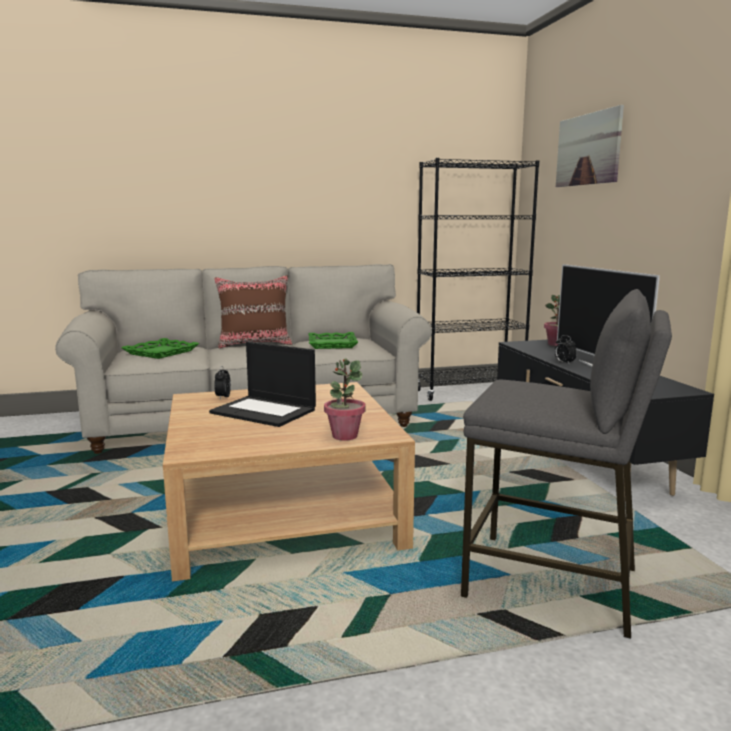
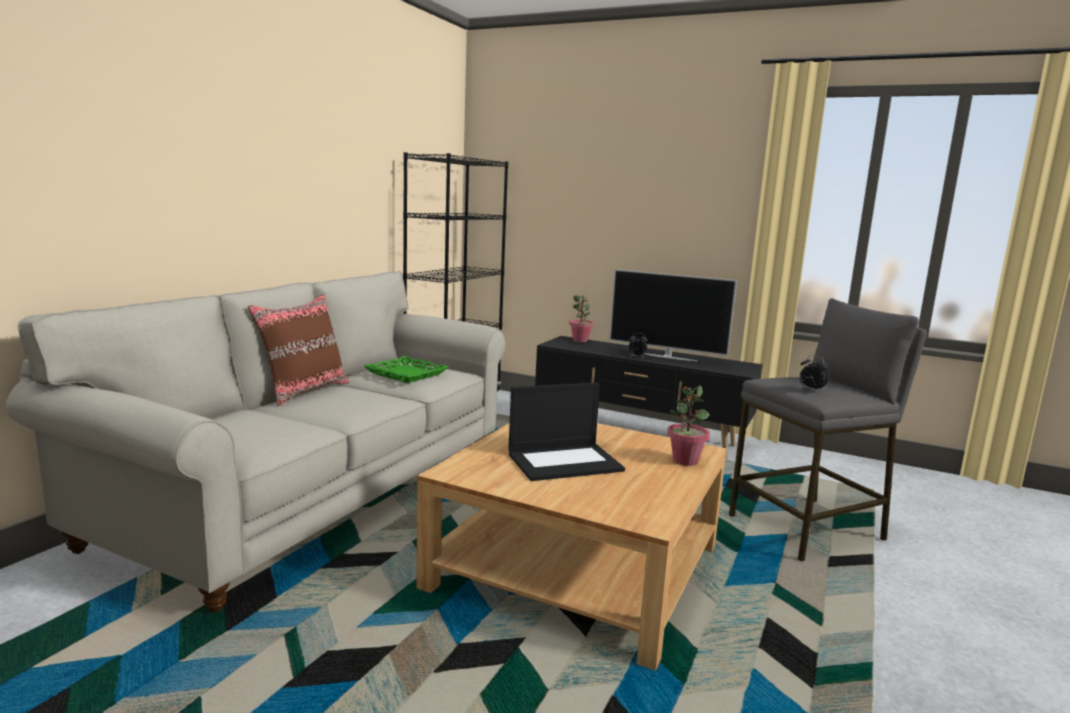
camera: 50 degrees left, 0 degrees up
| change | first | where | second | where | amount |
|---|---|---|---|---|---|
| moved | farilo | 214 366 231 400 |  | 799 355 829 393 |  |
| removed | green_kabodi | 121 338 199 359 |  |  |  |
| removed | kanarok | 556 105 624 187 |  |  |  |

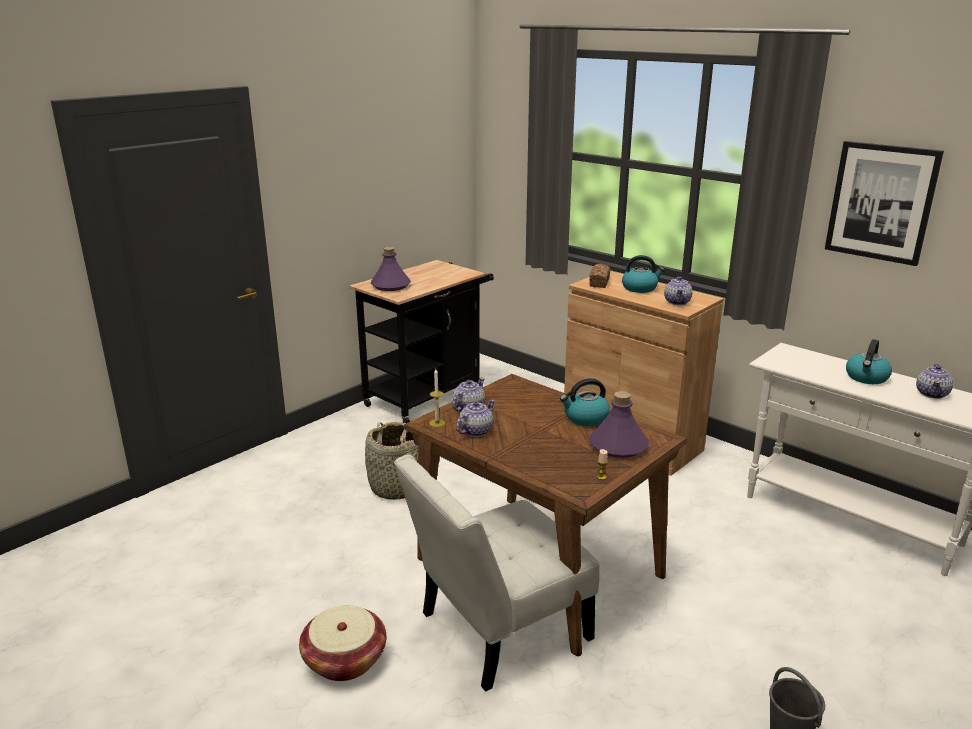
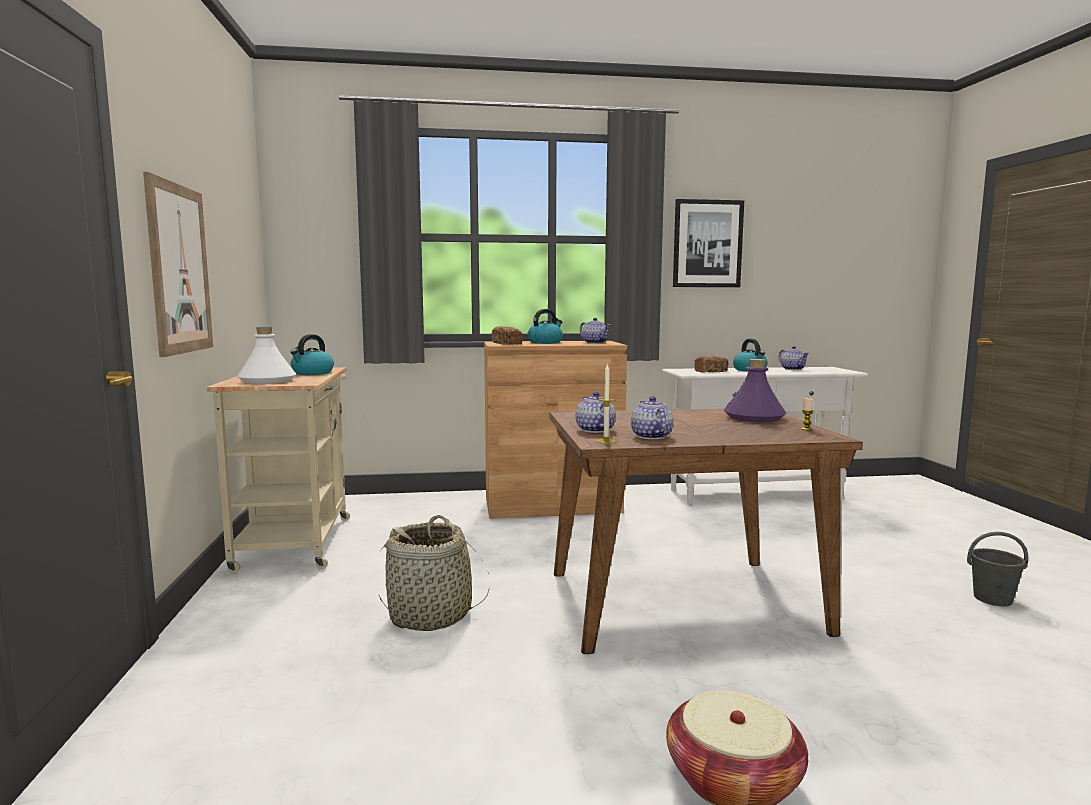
camera: 50 degrees left, 15 degrees down
| change | first | where | second | where | amount |
|---|---|---|---|---|---|
| added |  |  | kanarok | 143 172 213 357 |  |
| recoloured | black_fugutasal | 350 260 494 423 | beige_fugutasal | 207 367 350 573 |  |
| recoloured | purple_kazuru | 371 247 411 291 | white_kazuru | 237 327 296 384 |  |
| moved | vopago | 560 378 610 426 |  | 290 334 334 375 |  |
| added |  |  | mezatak | 694 356 729 373 |  |
| removed | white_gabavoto | 394 454 600 692 |  |  |  |

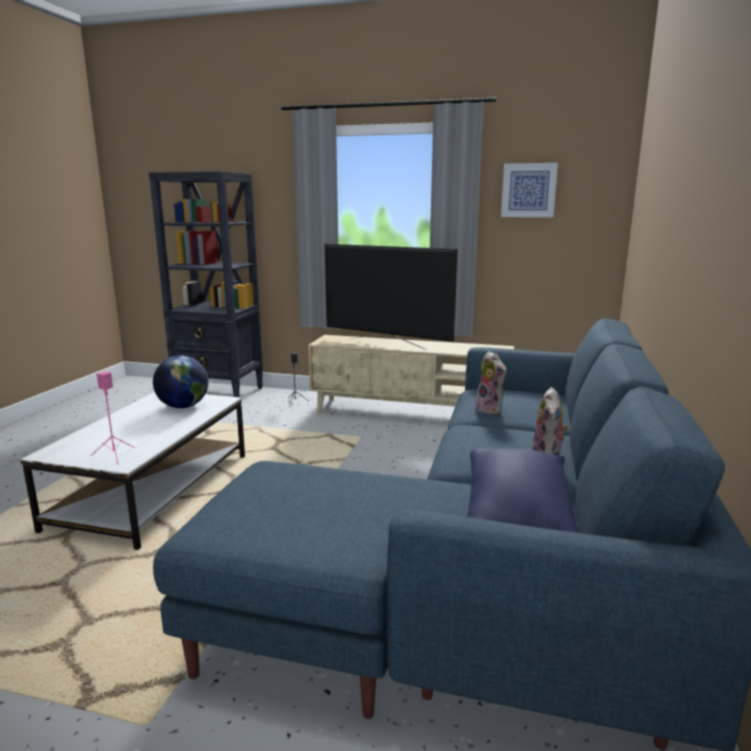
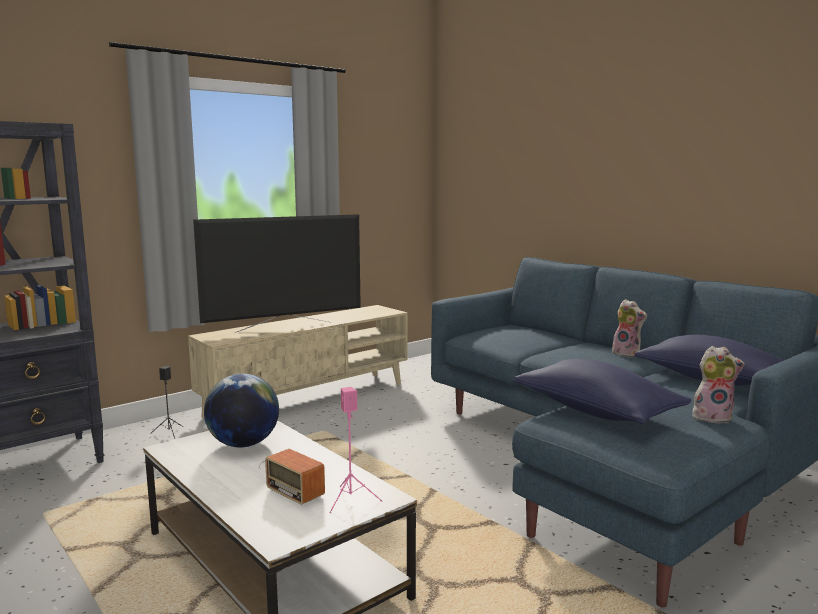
camera: 55 degrees left, 5 degrees down
| change | first | where | second | where | amount |
|---|---|---|---|---|---|
| added |  |  | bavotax | 259 449 325 505 |  |
| added |  |  | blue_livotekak | 513 359 691 424 |  |
| moved | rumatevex | 475 351 507 415 |  | 692 346 745 423 |  |
| removed | kanarok | 501 163 558 217 |  |  |  |

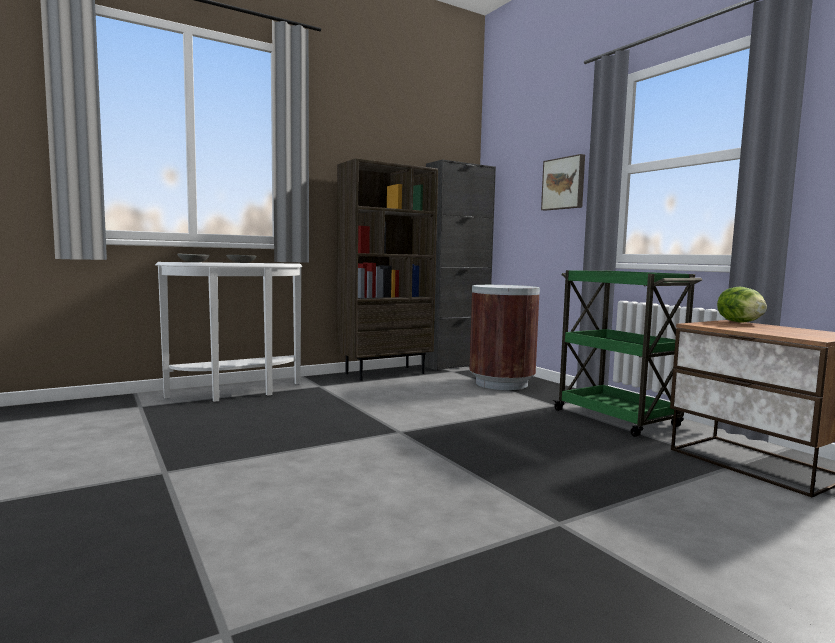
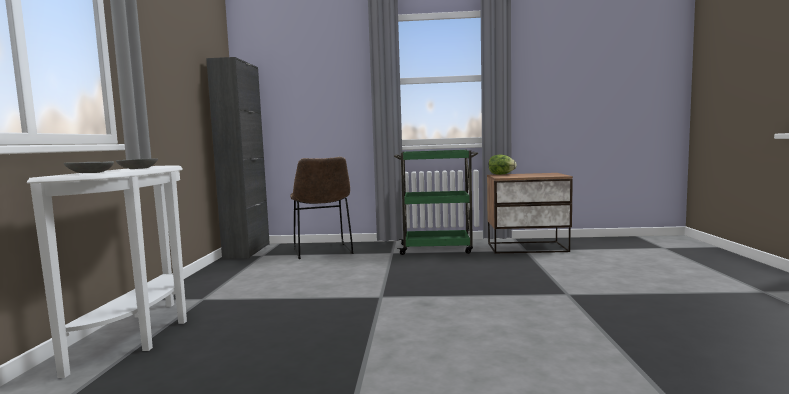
camera: 55 degrees left, 0 degrees up
| change | first | where | second | where | amount |
|---|---|---|---|---|---|
| replaced | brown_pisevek | 469 285 540 390 | brown_gabavoto | 290 157 353 259 |  |
| removed | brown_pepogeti | 337 158 438 381 |  |  |  |
| removed | kanarok | 541 154 585 211 |  |  |  |

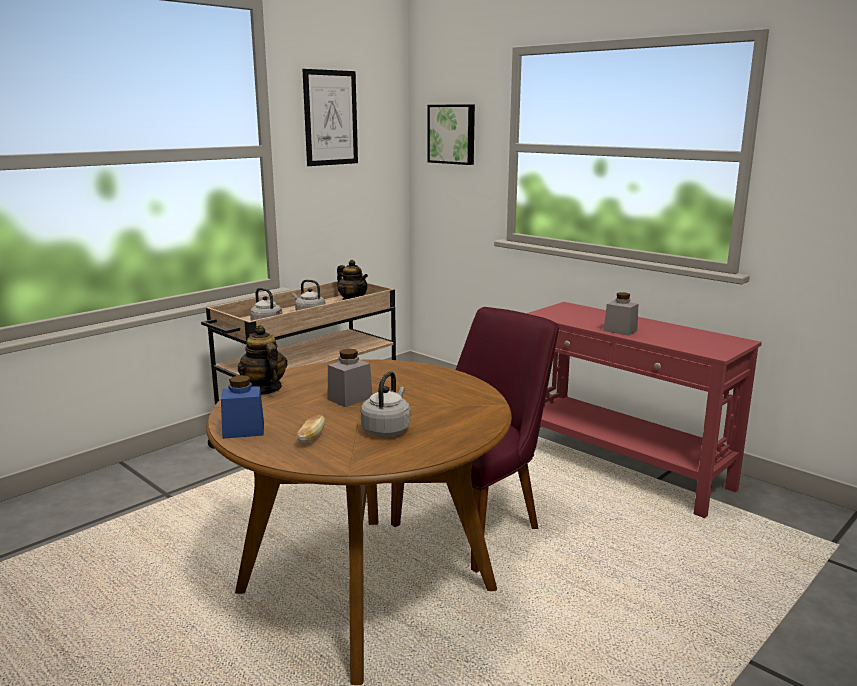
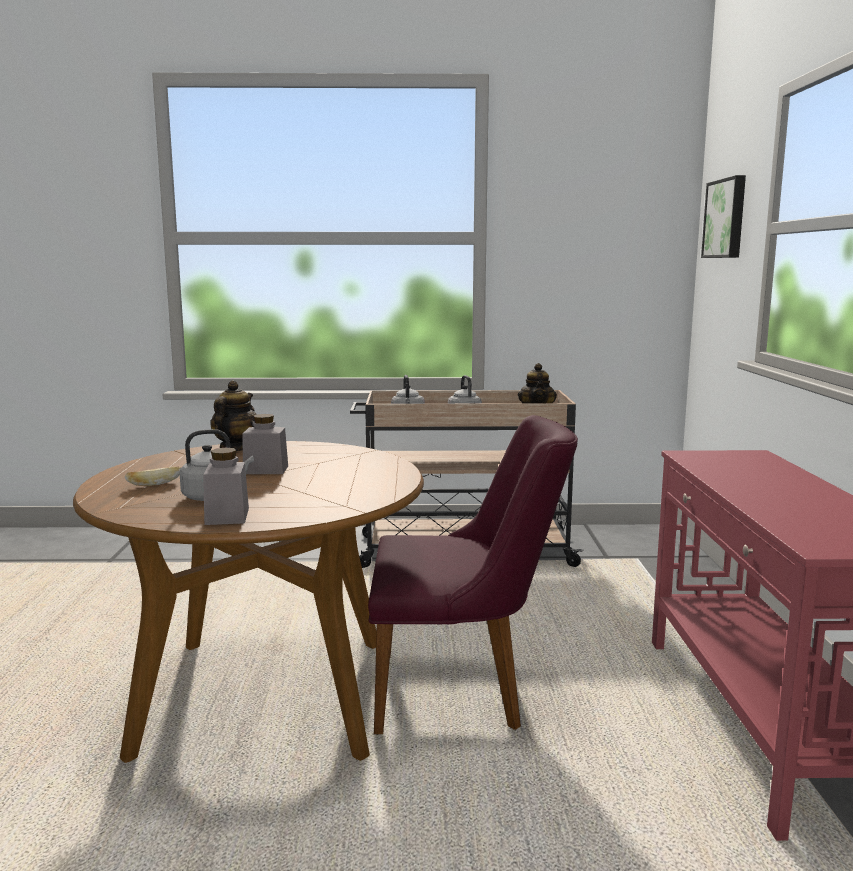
camera: 45 degrees right, 5 degrees down
| change | first | where | second | where | amount |
|---|---|---|---|---|---|
| moved | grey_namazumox | 603 292 638 336 |  | 203 448 249 525 |  |
| removed | blue_namazumox | 221 375 264 439 |  |  |  |
| removed | kanarok | 302 69 358 166 |  |  |  |

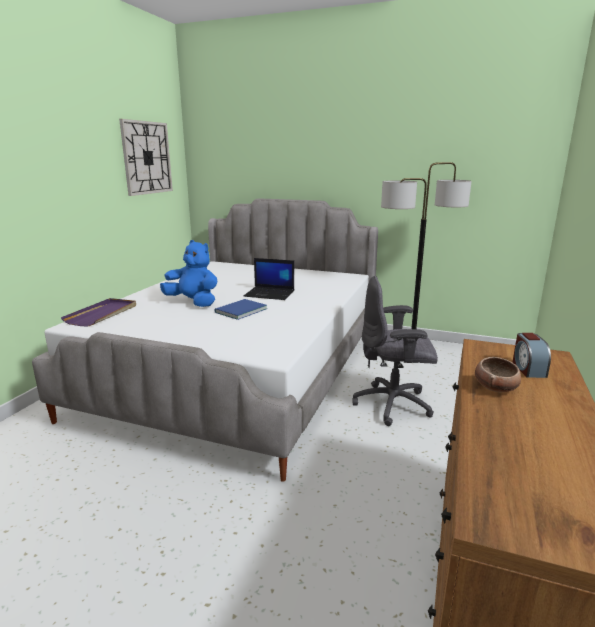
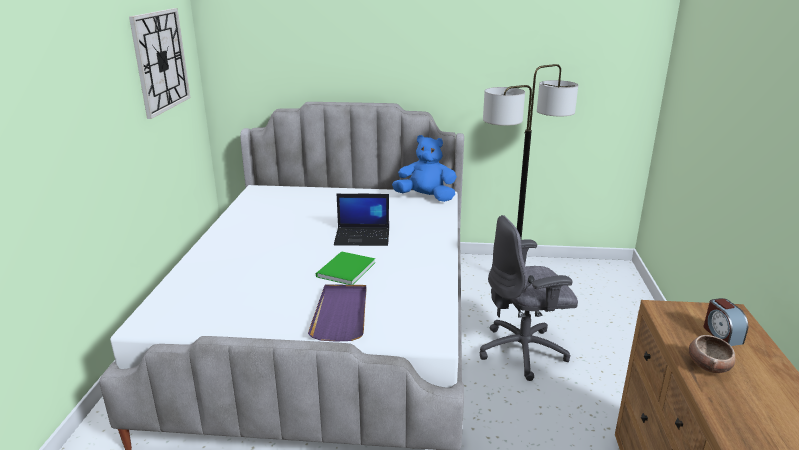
camera: 15 degrees left, 5 degrees up
| change | first | where | second | where | amount |
|---|---|---|---|---|---|
| moved | purple_kabodi | 61 298 136 327 |  | 308 285 366 341 |  |
| recoloured | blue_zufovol | 214 299 267 320 | green_zufovol | 316 251 375 285 |  |
| moved | blue_rumatevex | 160 240 217 307 |  | 392 135 457 202 |  |

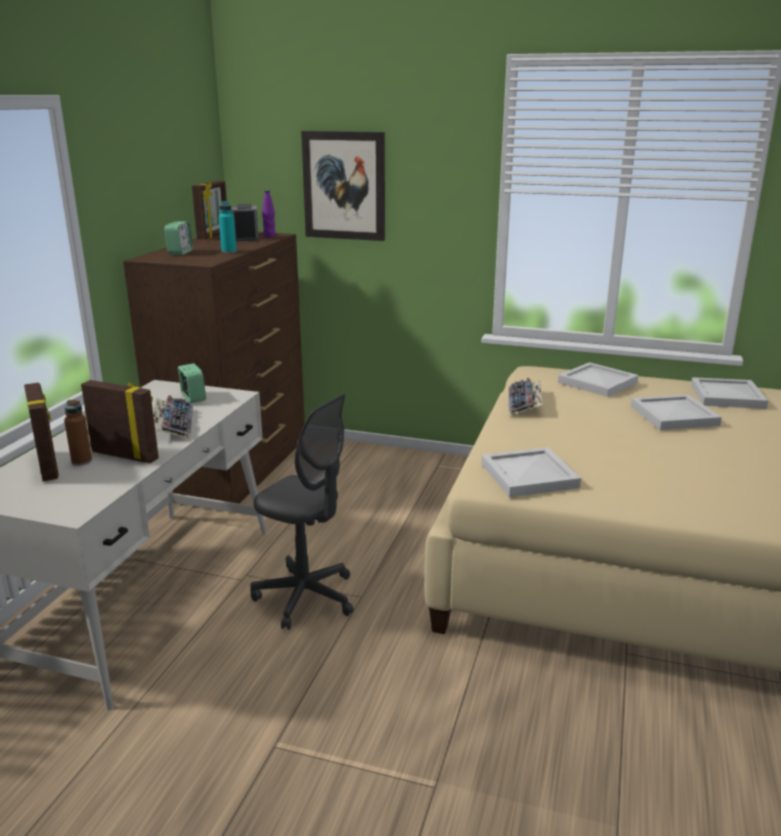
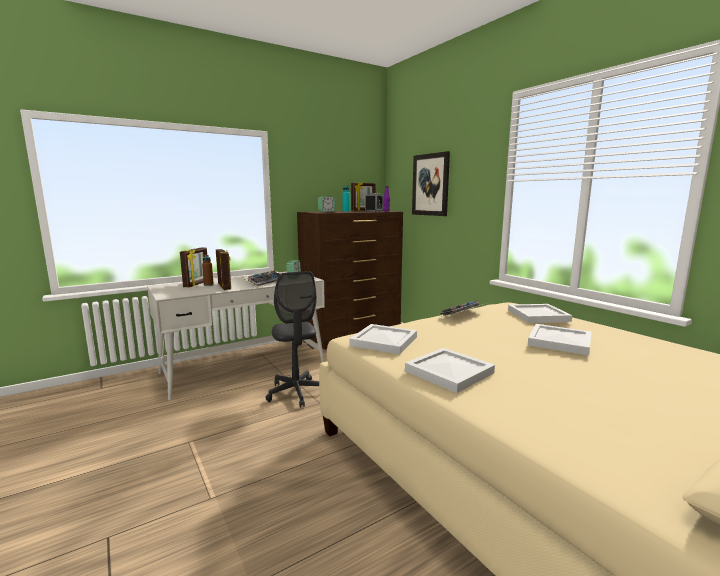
camera: 40 degrees right, 10 degrees down
| change | first | where | second | where | amount |
|---|---|---|---|---|---|
| moved | white_kabodi | 691 377 768 409 |  | 405 348 495 393 |  |

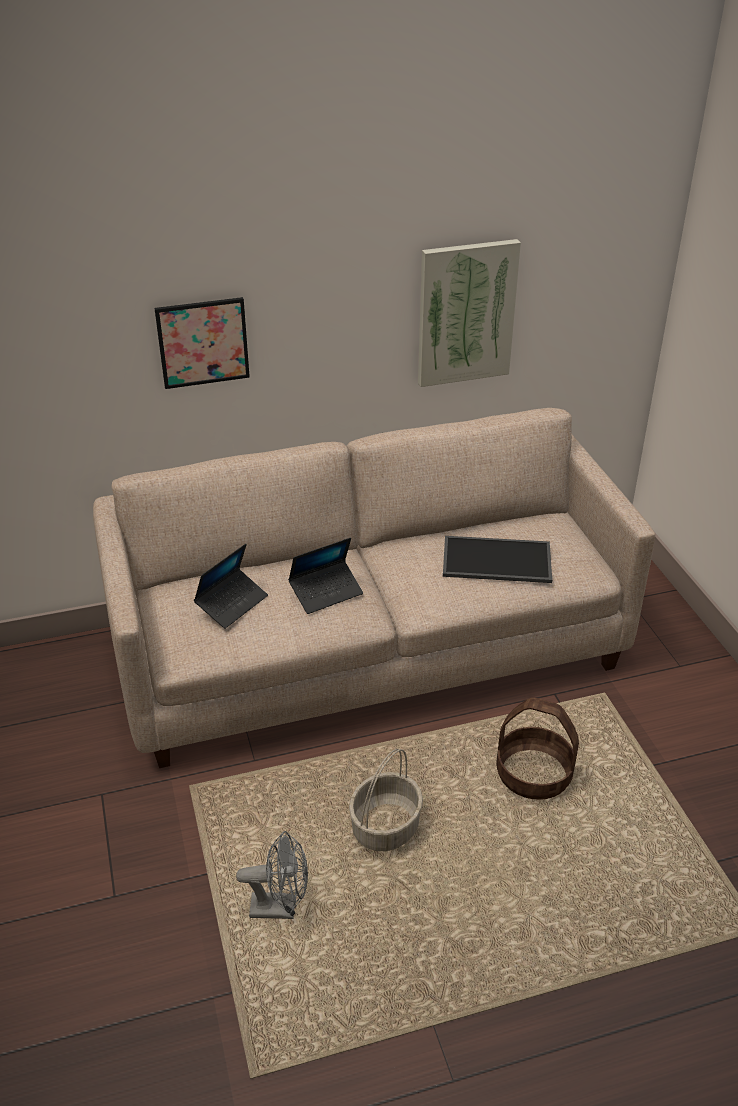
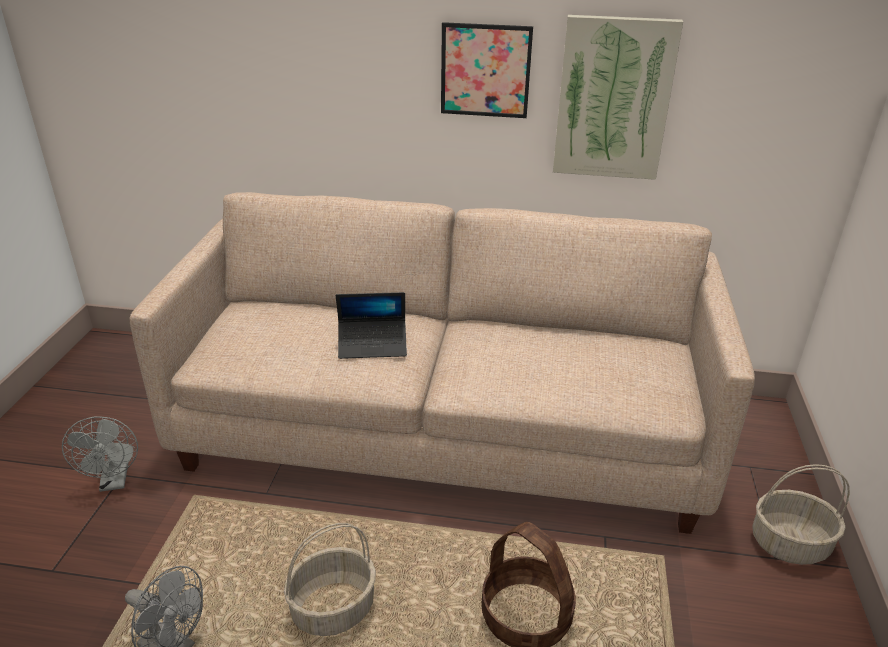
camera: 25 degrees right, 5 degrees down
| change | first | where | second | where | amount |
|---|---|---|---|---|---|
| added |  |  | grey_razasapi | 62 416 138 492 |  |
| moved | kanarok | 154 297 250 389 |  | 441 22 533 118 |  |
| added |  |  | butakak | 752 464 850 565 |  |
| removed | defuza | 194 544 268 629 |  |  |  |
| removed | kabodi | 443 536 552 583 |  |  |  |

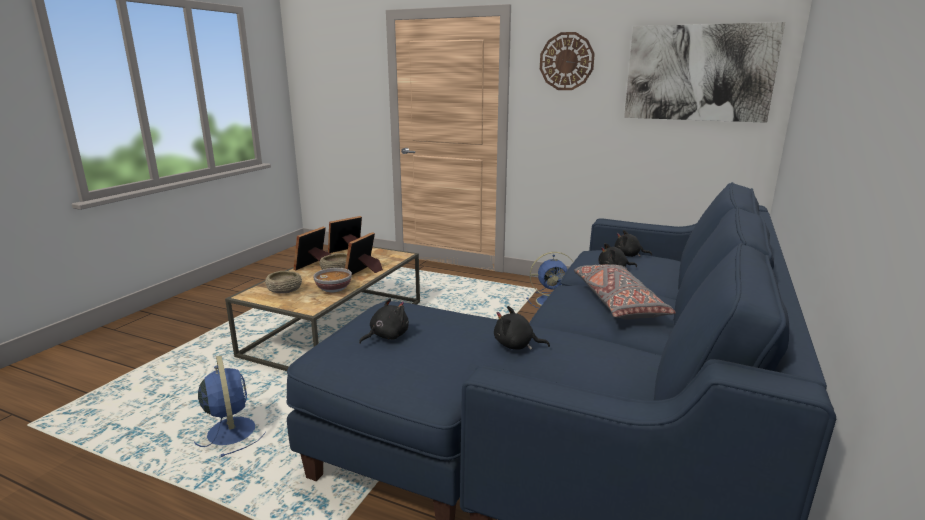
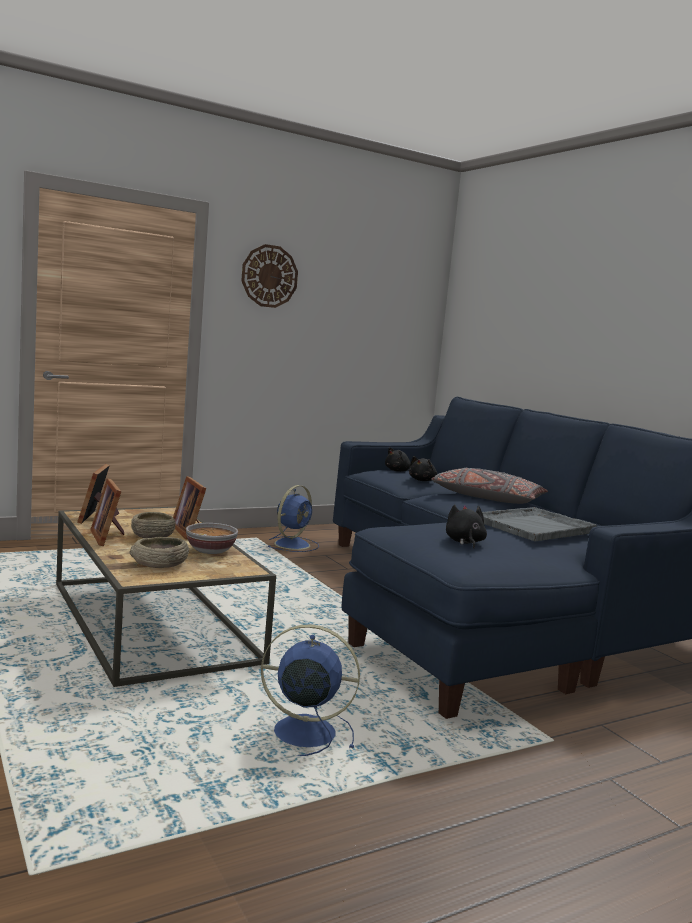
camera: 55 degrees left, 10 degrees down
| change | first | where | second | where | amount |
|---|---|---|---|---|---|
| replaced | black_rumatevex | 494 306 550 350 | grey_kabodi | 482 507 597 541 |  |
| removed | kanarok | 624 22 785 123 |  |  |  |

